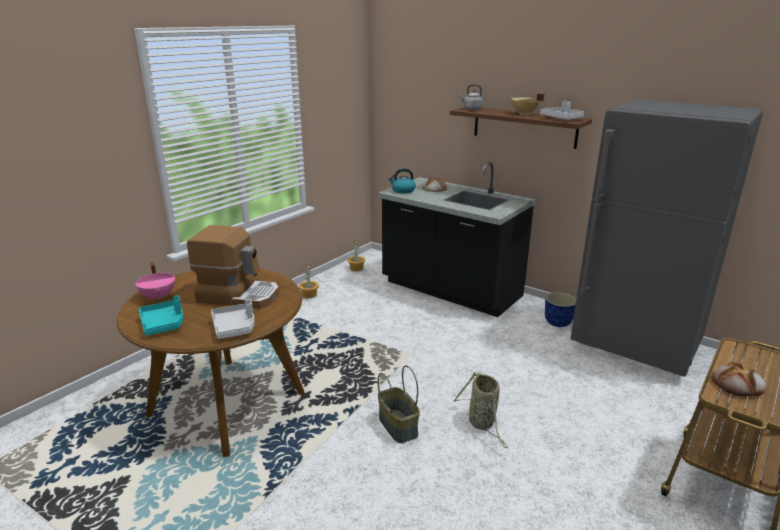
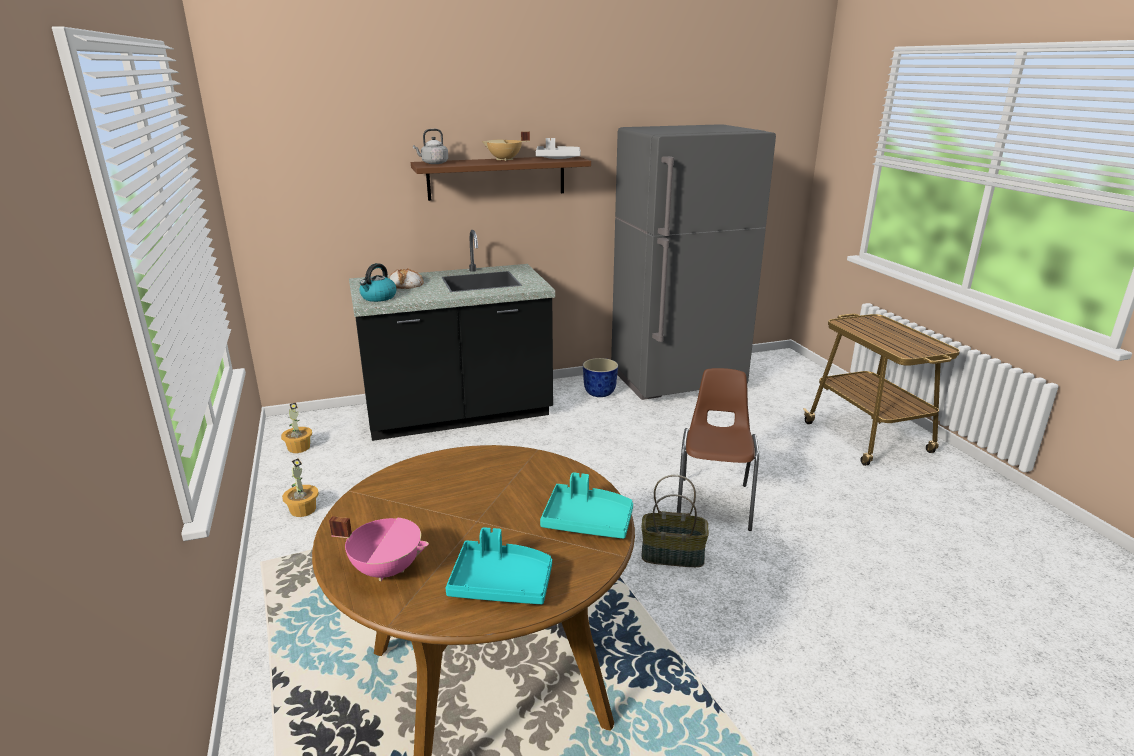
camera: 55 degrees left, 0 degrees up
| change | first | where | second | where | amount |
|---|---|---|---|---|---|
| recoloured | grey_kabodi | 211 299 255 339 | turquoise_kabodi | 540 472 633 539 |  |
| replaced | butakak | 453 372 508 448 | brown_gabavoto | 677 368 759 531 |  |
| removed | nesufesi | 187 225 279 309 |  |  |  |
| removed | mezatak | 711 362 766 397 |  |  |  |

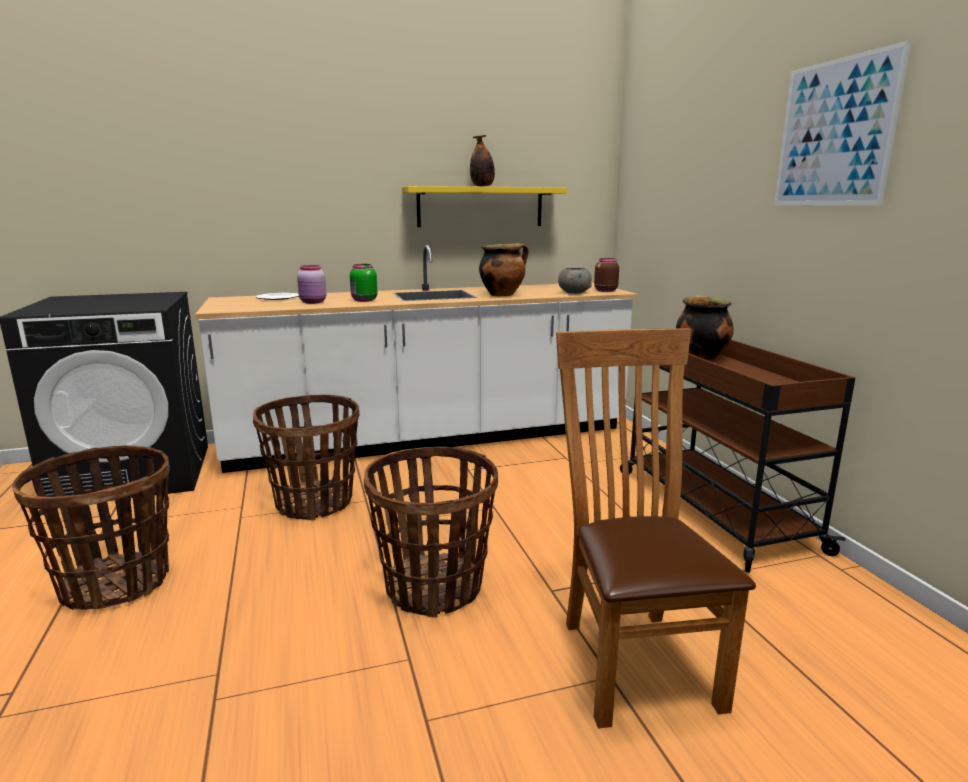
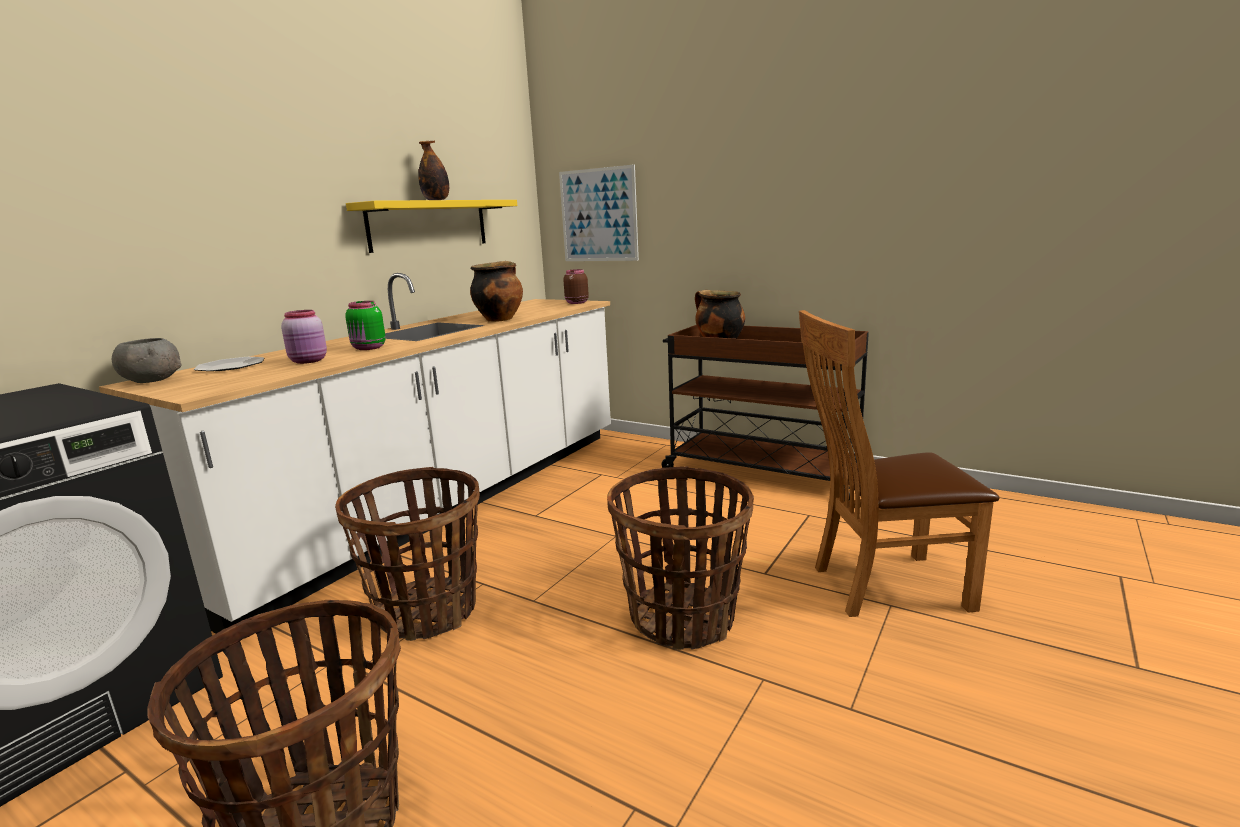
camera: 40 degrees left, 0 degrees up
| change | first | where | second | where | amount |
|---|---|---|---|---|---|
| moved | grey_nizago | 558 268 592 294 |  | 112 338 182 383 |  |
| moved | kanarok | 774 40 912 205 |  | 559 164 639 261 |  |
| turned | brown_gabavoto | 556 328 756 729 |  | 799 310 999 617 | 45 degrees counterclockwise |

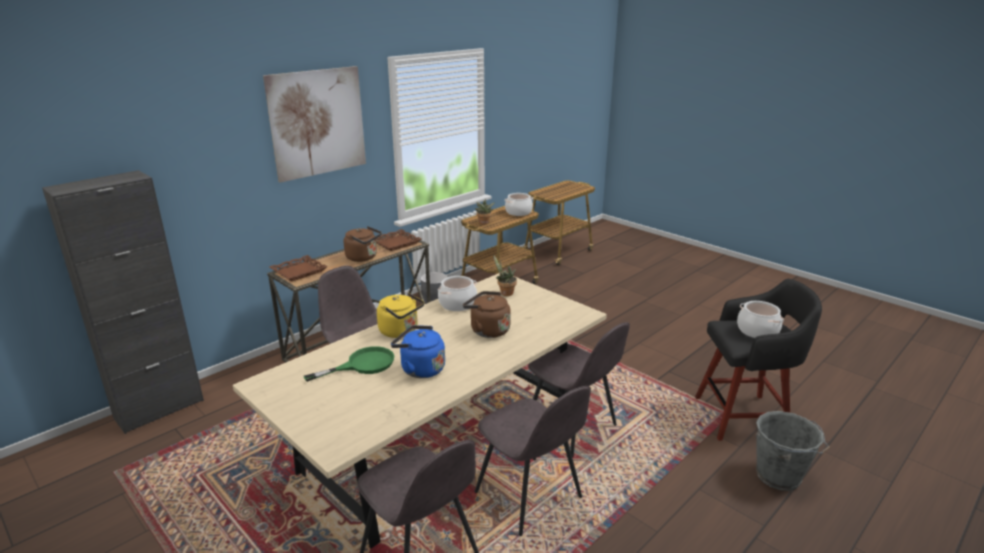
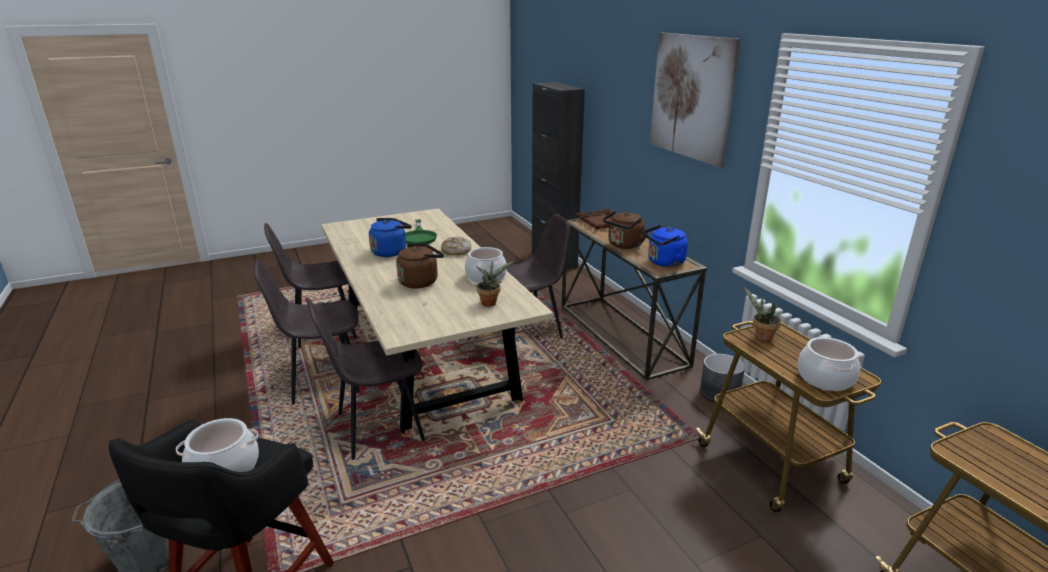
camera: 110 degrees right, 0 degrees up
| change | first | where | second | where | amount |
|---|---|---|---|---|---|
| replaced | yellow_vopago | 377 293 424 338 | mezatak | 441 236 471 255 |  |
| replaced | brown_kabodi | 376 229 421 251 | blue_vopago | 643 225 688 267 |  |

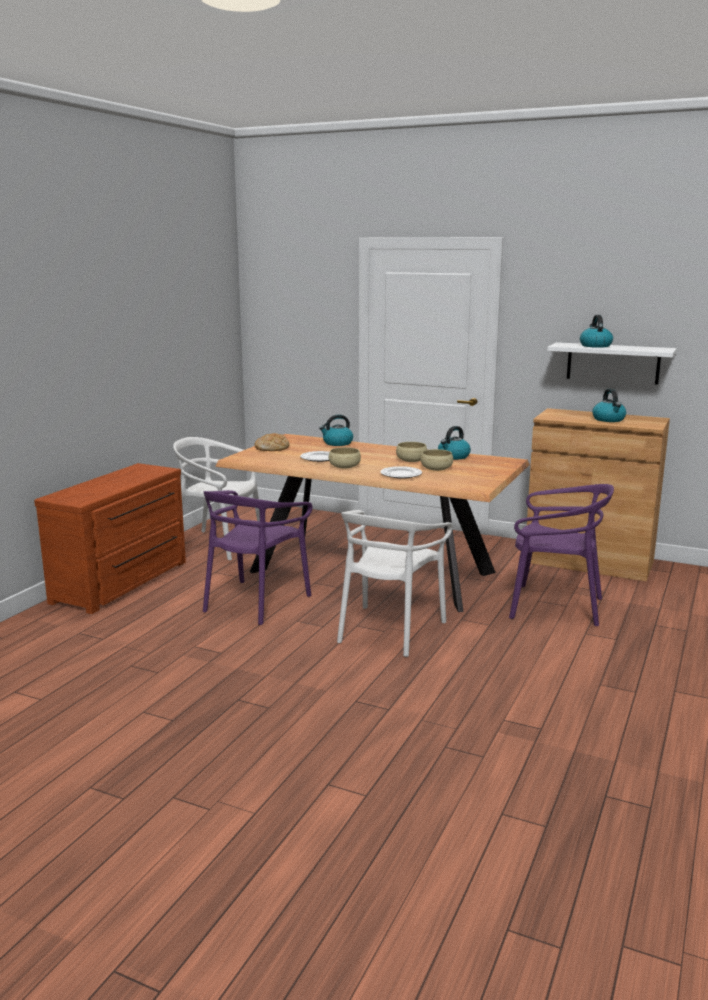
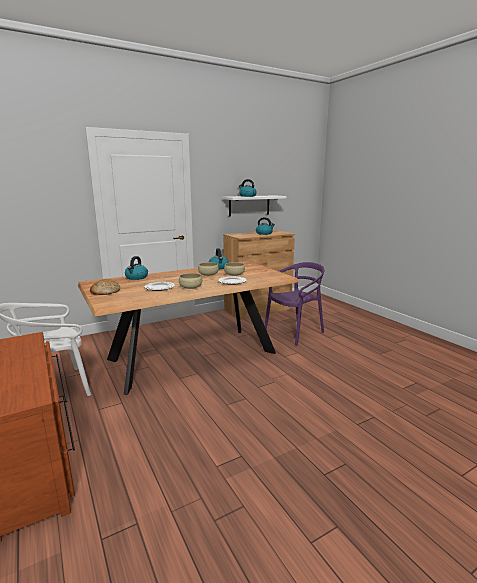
camera: 55 degrees left, 0 degrees up
| change | first | where | second | where | amount |
|---|---|---|---|---|---|
| removed | purple_gabavoto | 203 490 313 625 |  |  |  |
| removed | white_gabavoto | 337 510 453 657 |  |  |  |

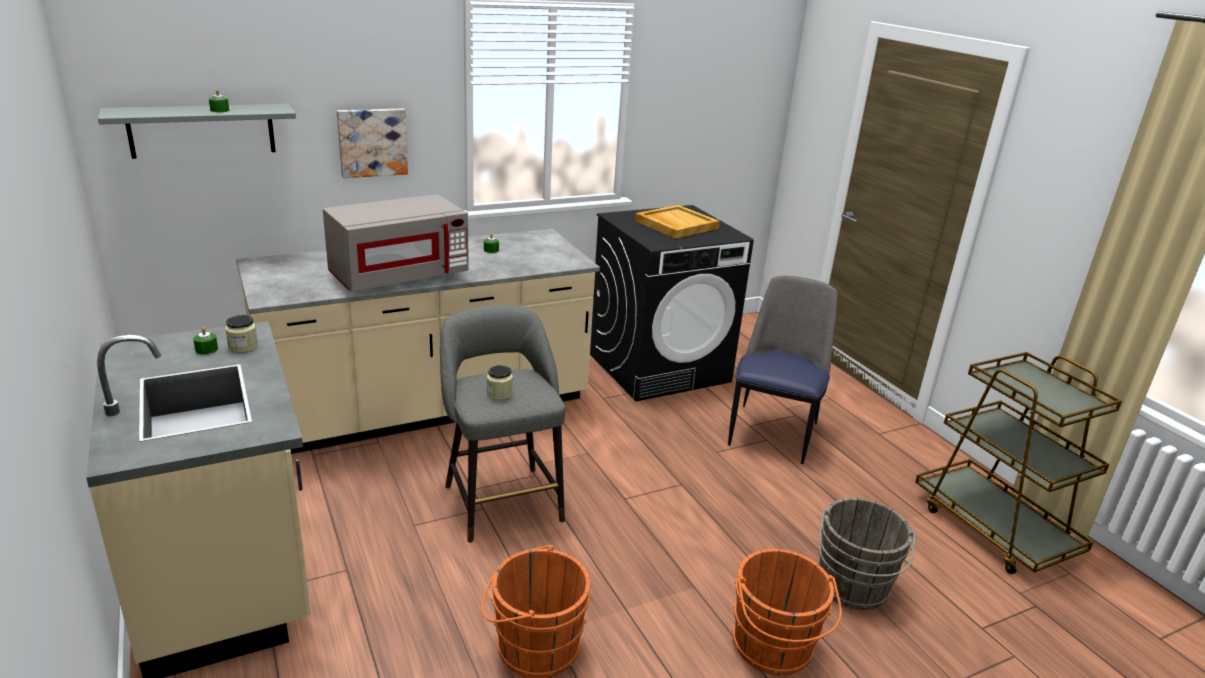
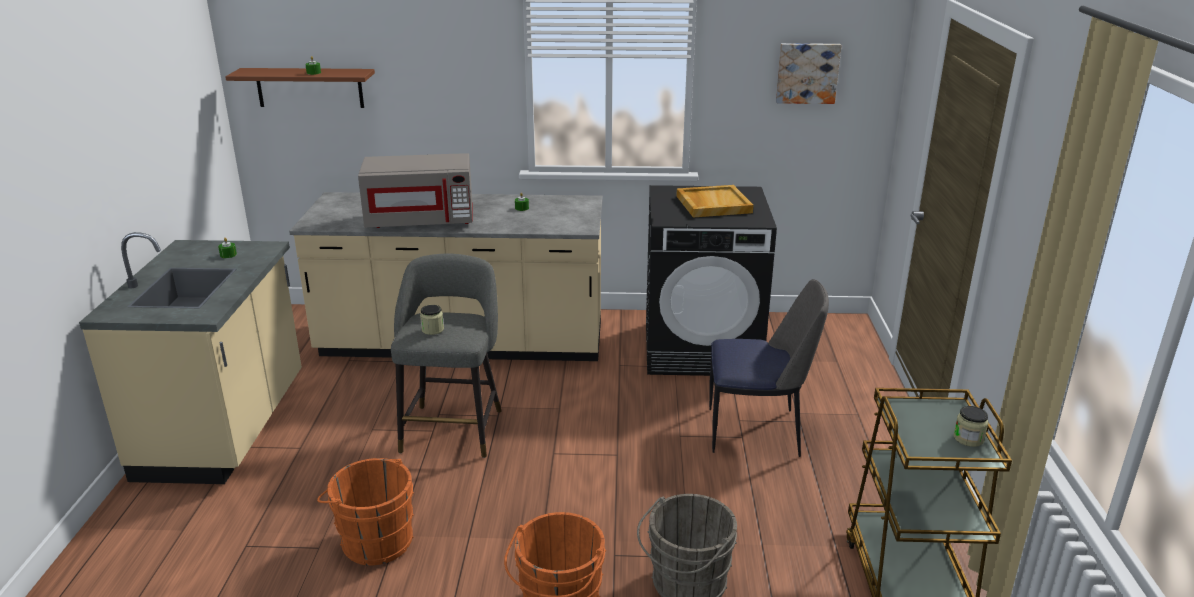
camera: 30 degrees right, 0 degrees up
| change | first | where | second | where | amount |
|---|---|---|---|---|---|
| recoloured | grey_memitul | 98 104 296 159 | brown_memitul | 225 68 375 108 |  |
| turned | gabavoto | 728 276 838 464 |  | 709 279 829 457 | 45 degrees clockwise |
| moved | kanarok | 337 109 408 178 |  | 776 43 841 104 |  |
| moved | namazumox | 225 315 258 353 |  | 954 406 988 447 |  |

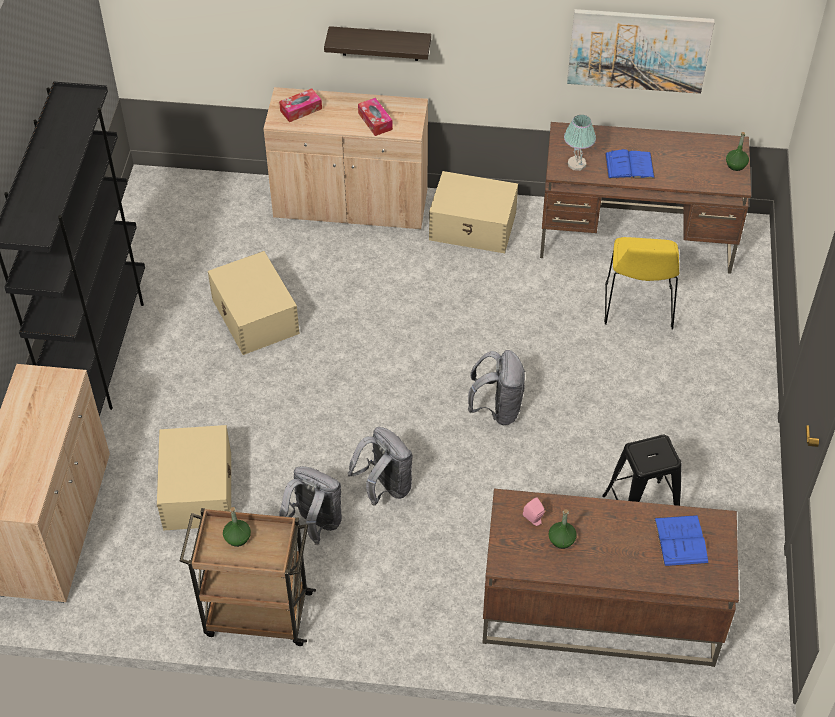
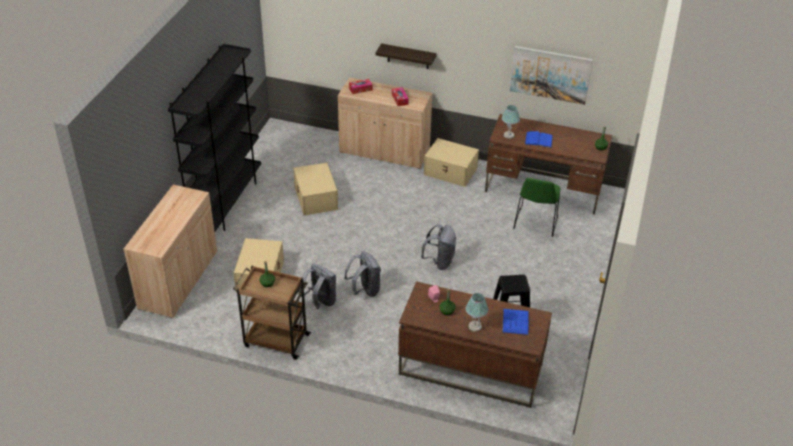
camera: 10 degrees right, 10 degrees down
| change | first | where | second | where | amount |
|---|---|---|---|---|---|
| added |  |  | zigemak | 465 293 488 332 |  |
| recoloured | yellow_gabavoto | 604 237 679 330 | green_gabavoto | 513 178 561 237 |  |

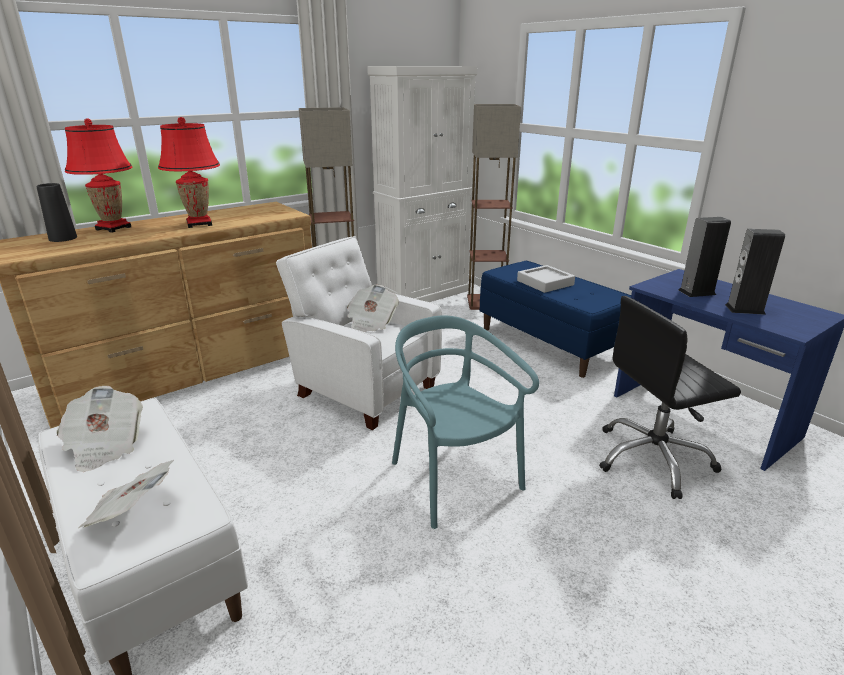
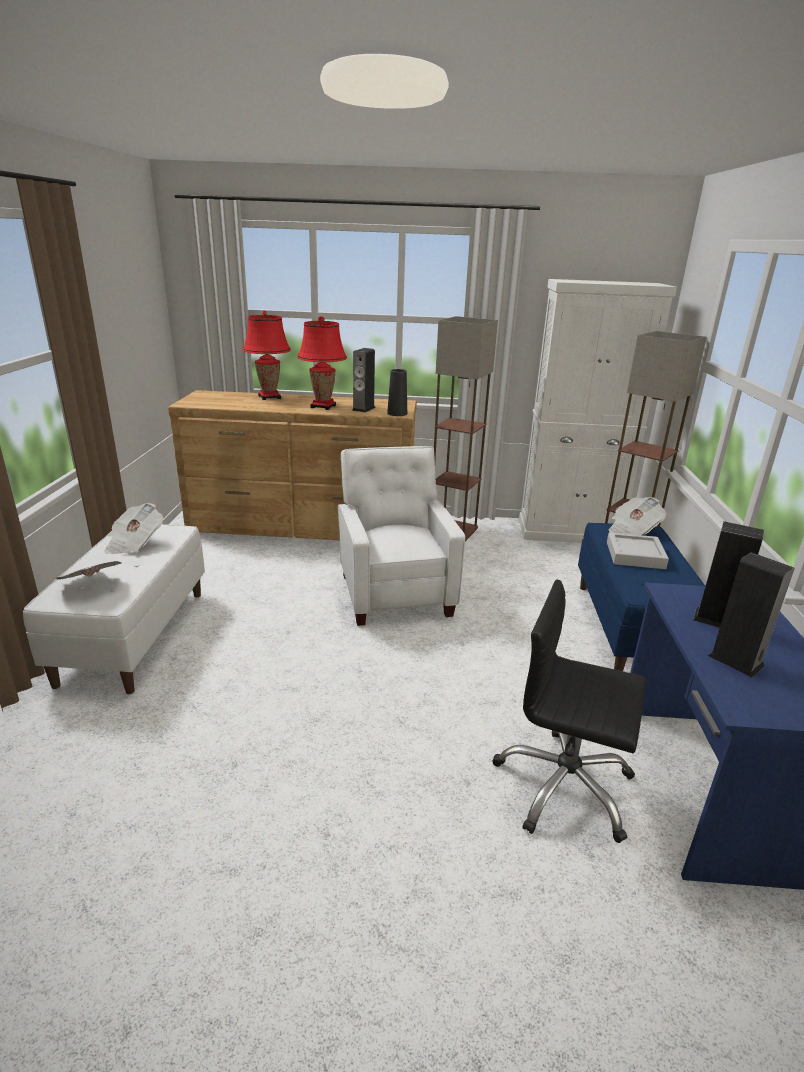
camera: 40 degrees right, 0 degrees up
| change | first | where | second | where | amount |
|---|---|---|---|---|---|
| added |  |  | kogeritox | 352 348 376 412 |  |
| moved | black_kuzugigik | 36 183 77 242 |  | 387 369 407 416 |  |
| moved | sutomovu | 347 284 399 332 |  | 608 497 666 535 |  |
| removed | turquoise_gabavoto | 392 315 539 529 |  |  |  |

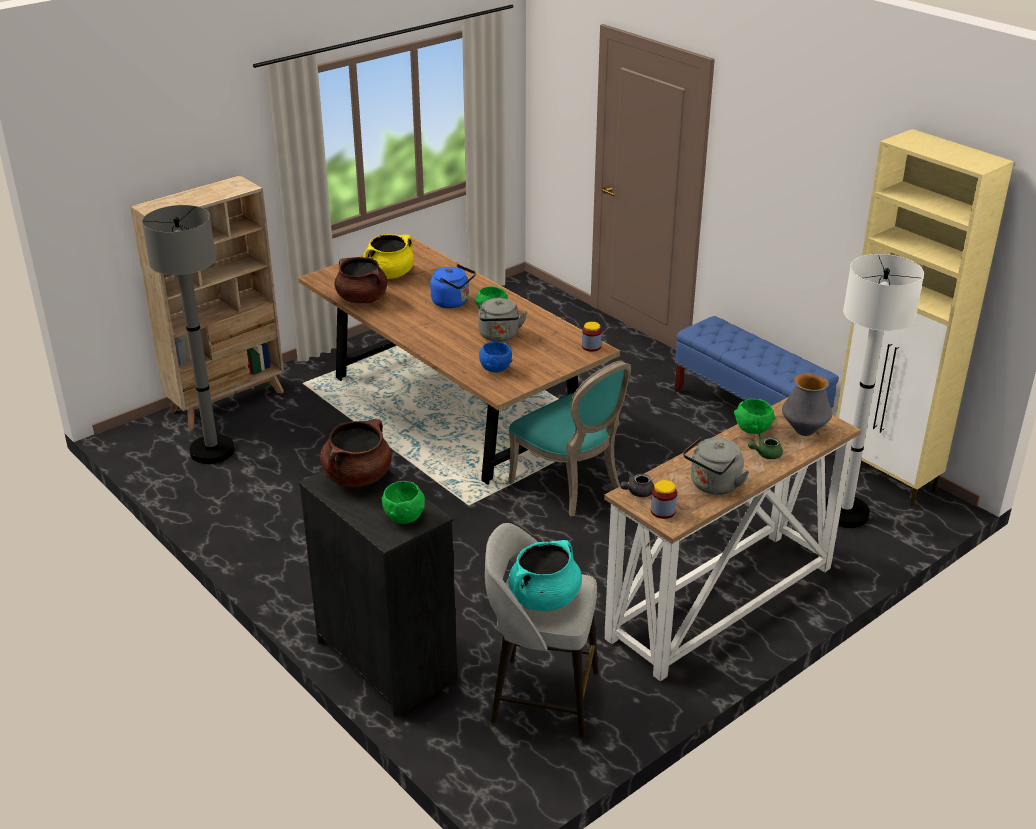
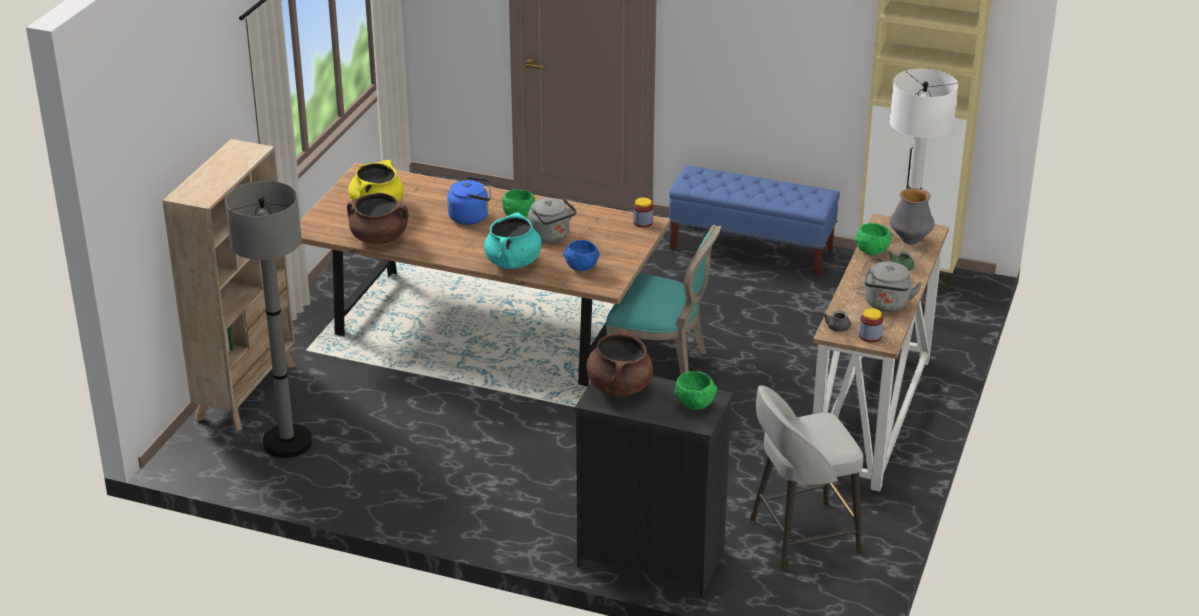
camera: 30 degrees left, 0 degrees up
| change | first | where | second | where | amount |
|---|---|---|---|---|---|
| moved | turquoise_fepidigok | 508 540 582 611 |  | 484 212 541 269 |  |

